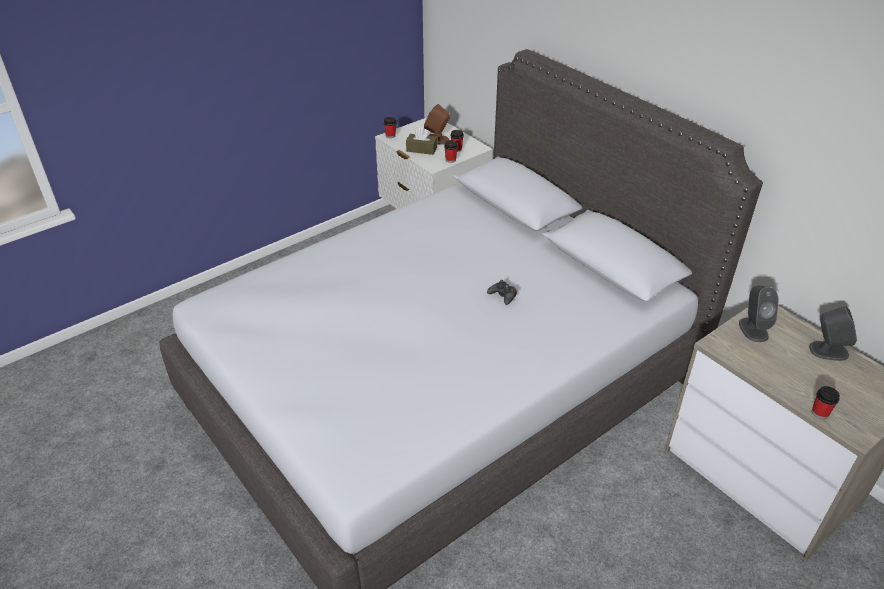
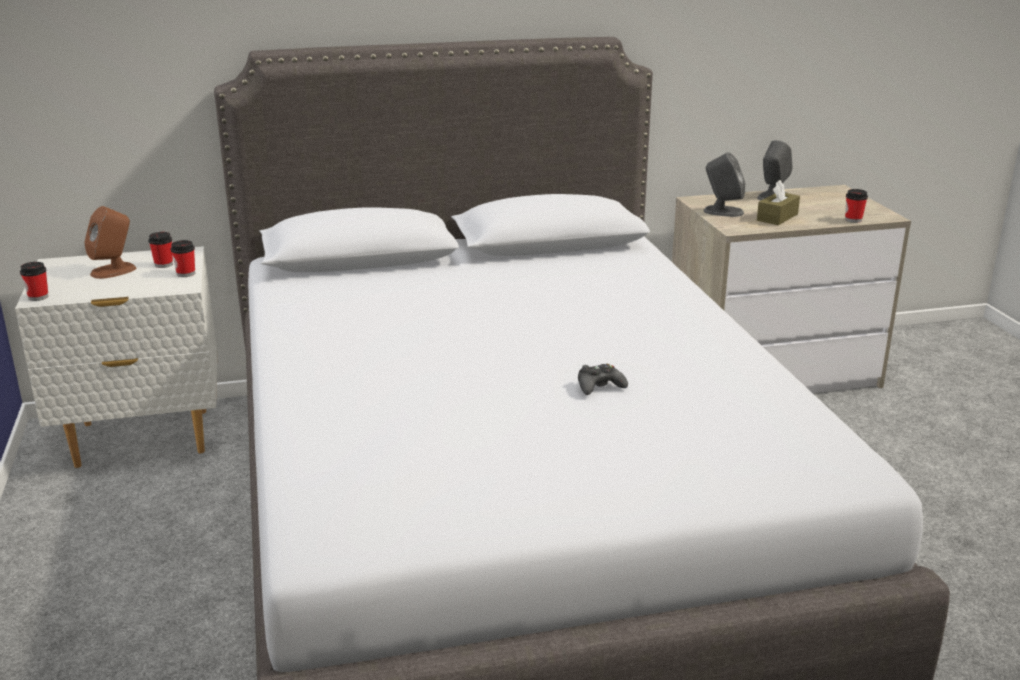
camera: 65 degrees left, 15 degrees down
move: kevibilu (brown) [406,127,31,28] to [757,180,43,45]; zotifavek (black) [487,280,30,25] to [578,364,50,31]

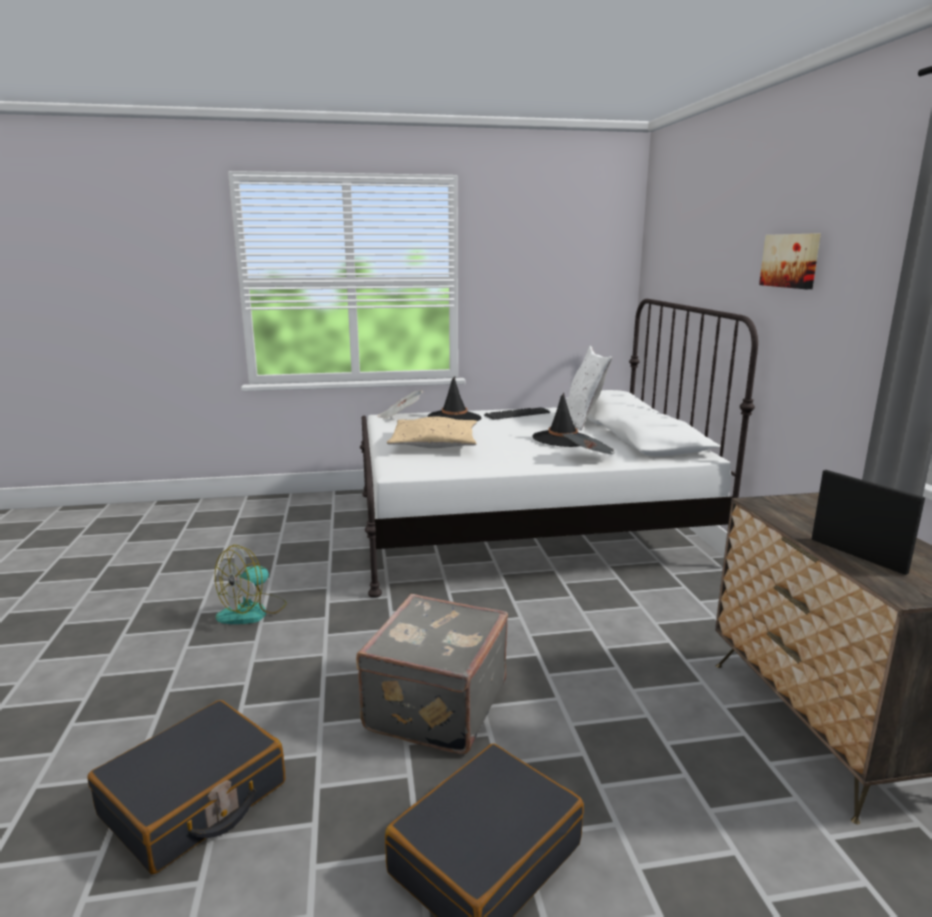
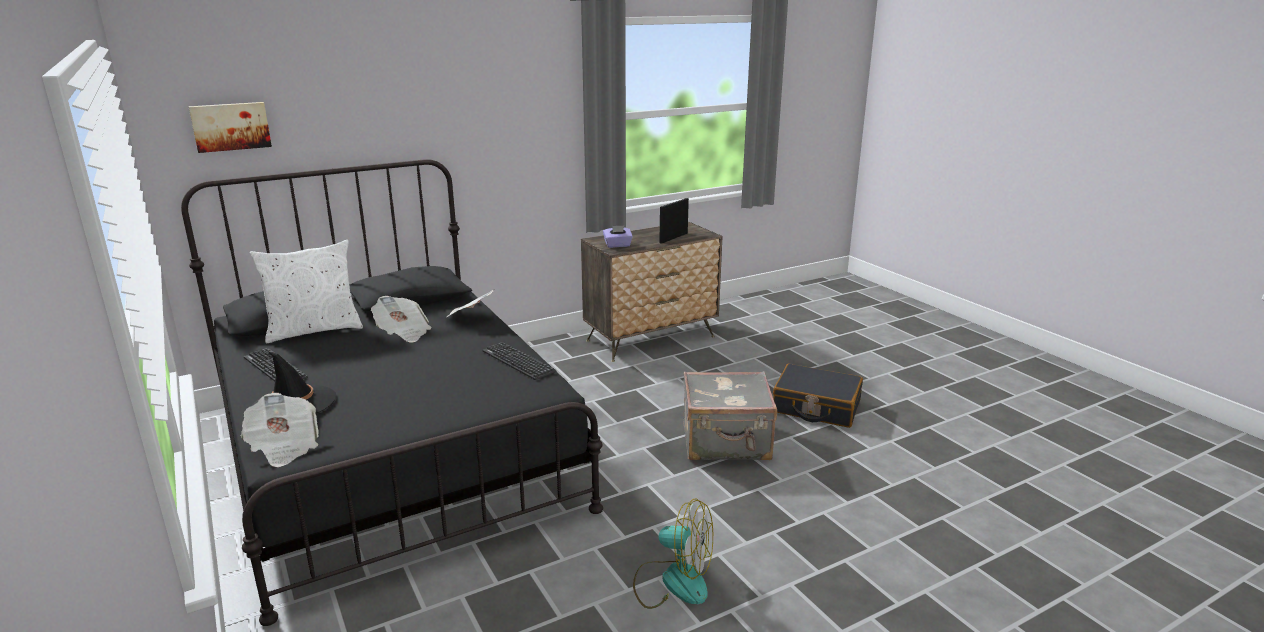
camera: 110 degrees left, 5 degrees up
delete: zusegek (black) [87,700,198,174]; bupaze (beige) [387,417,90,31]
insert: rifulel [483,342,73,38]; kevibilu (purple) [603,226,30,22]
move: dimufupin [759,234,62,55] to [188,102,84,51]
replace: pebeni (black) [533,393,56,54] to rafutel [371,296,61,47]
recolor: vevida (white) [360,299,398,299] to vevida (black) [181,159,422,467]

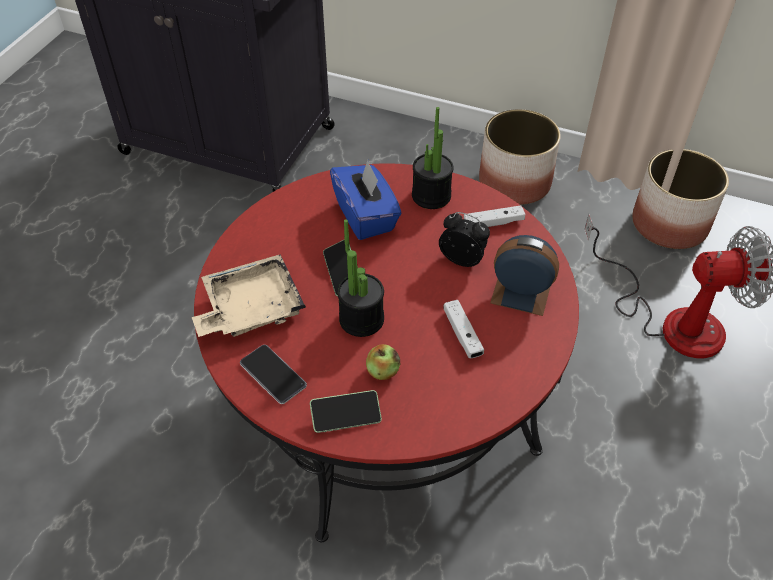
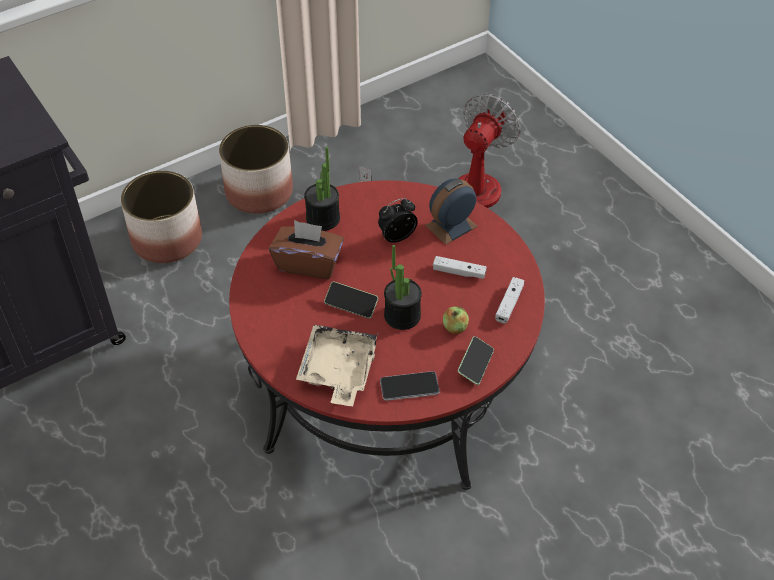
camera: 55 degrees left, 0 degrees up
move: zotifavek (white) [464,205,61,22] to [495,277,29,47]; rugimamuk [632,149,97,100] to [121,171,81,92]
recolor: kevibilu (blue) [330,160,72,80] to kevibilu (brown) [269,220,75,59]

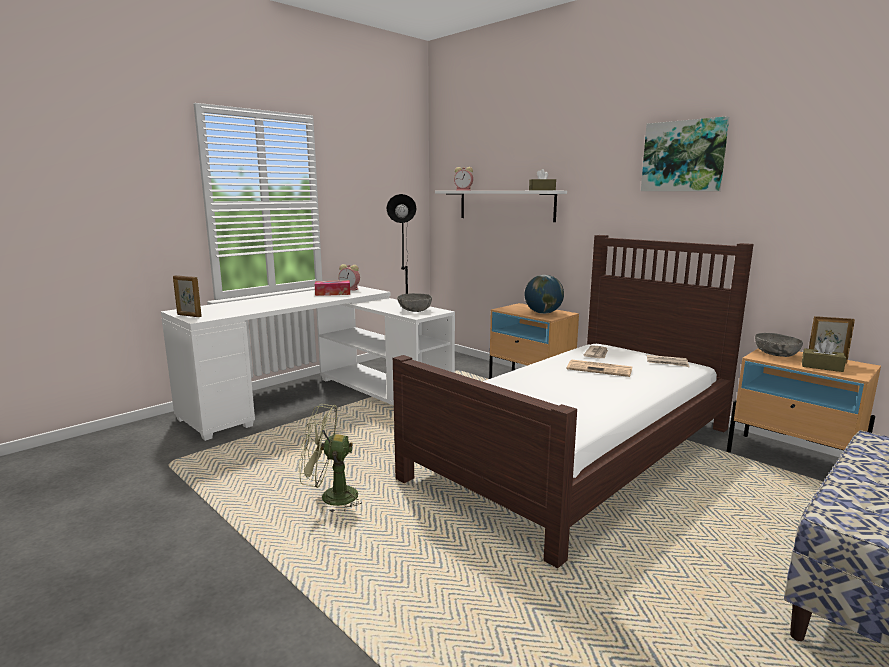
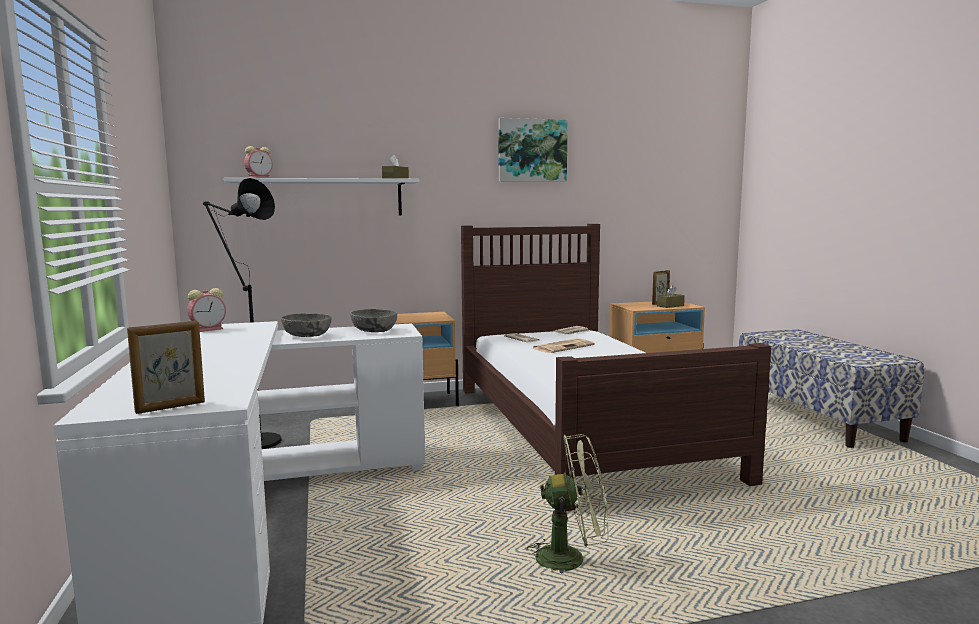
camera: 60 degrees left, 5 degrees down
delete: kevibilu [315,280,35,16]; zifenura [525,275,39,39]
move: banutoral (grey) [755,333,48,24] to [281,314,51,23]
rotate: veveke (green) [299,404,63,108] = [527,434,81,140] 120 degrees counterclockwise

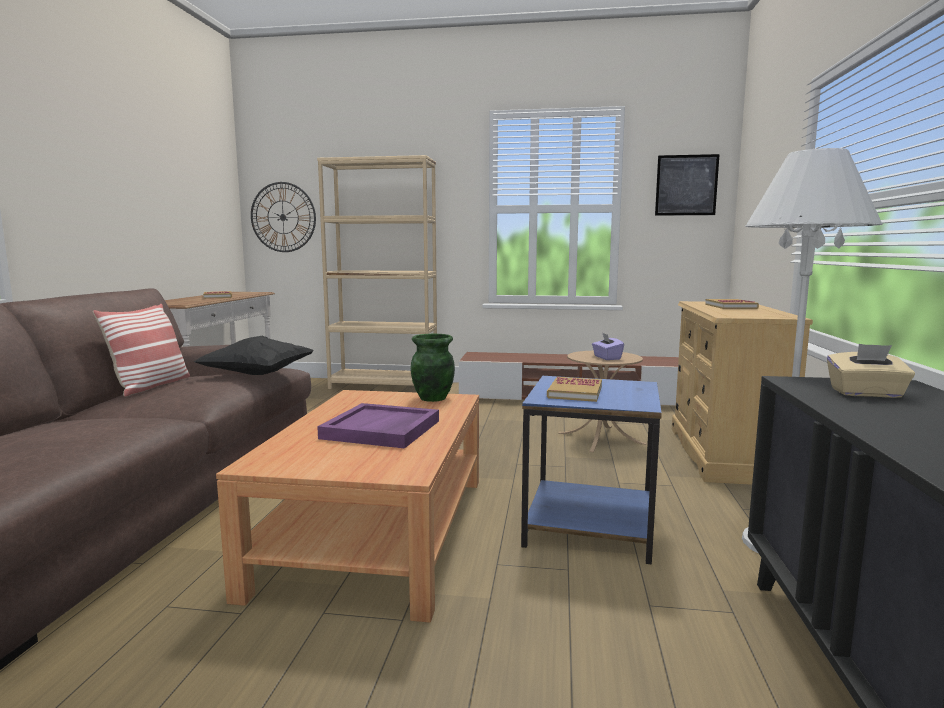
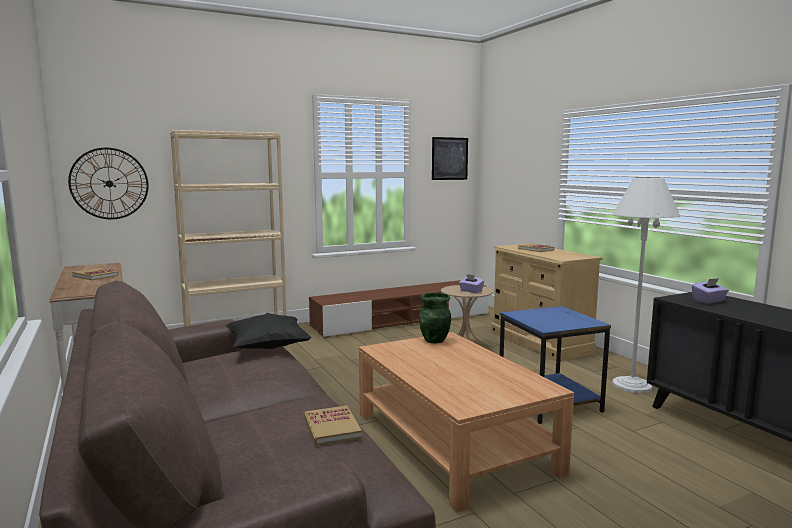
camera: 35 degrees left, 0 degrees up
delete: bupaze [93,304,97,93]; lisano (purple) [317,403,122,46]
move: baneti [547,377,55,25] to [304,406,58,40]
recolor: kevibilu (beige) [827,344,88,54] to kevibilu (purple) [692,278,37,26]

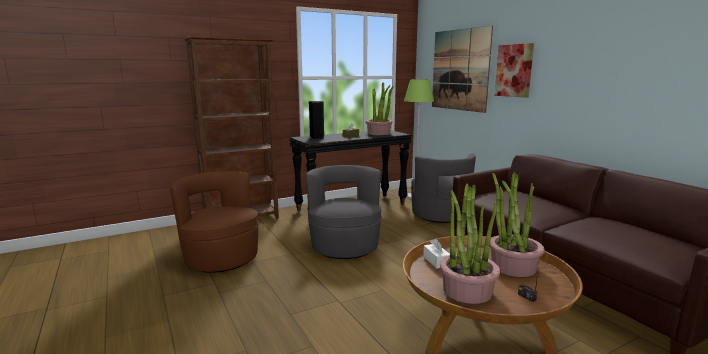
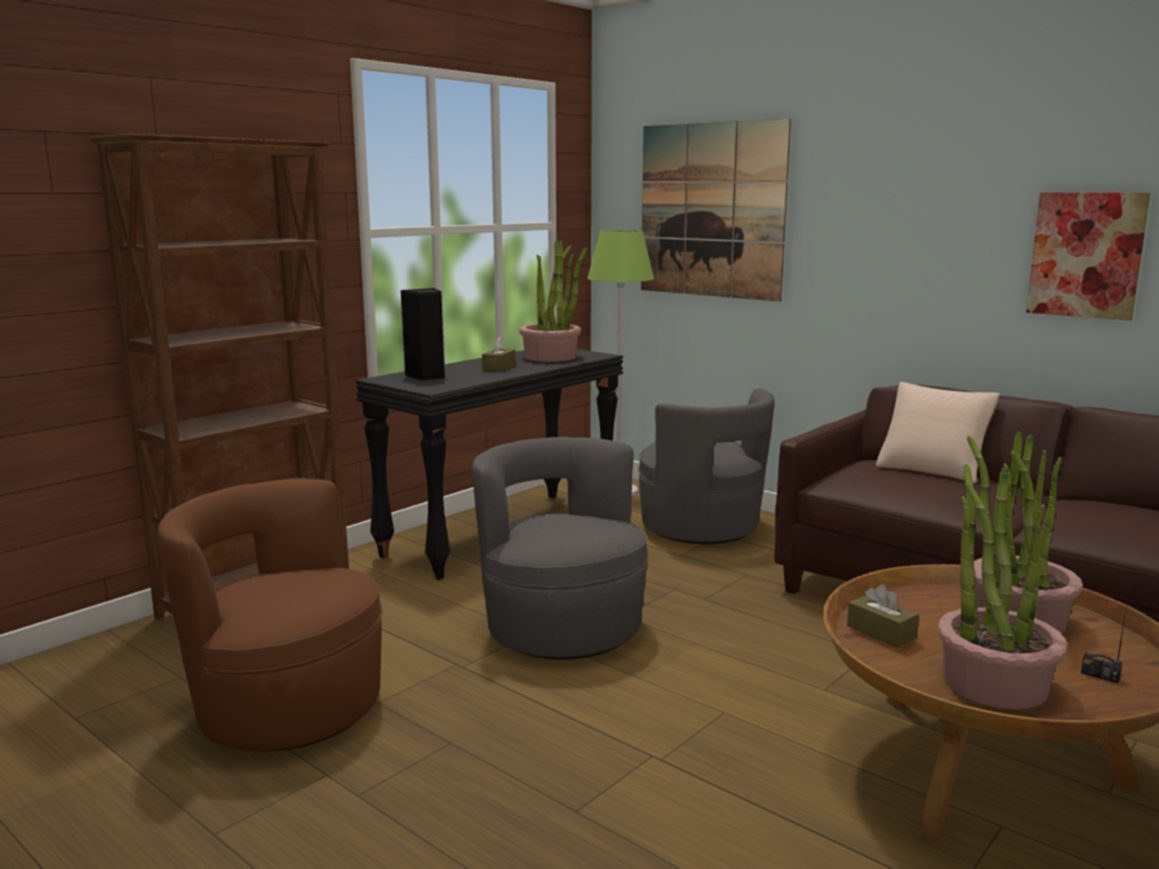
camera: 20 degrees left, 0 degrees up
insert: bupaze (beige) [876,382,124,101]
move: dimufupin [494,43,40,55] to [1026,192,124,129]
recolor: kevibilu (white) [423,239,27,29] to kevibilu (brown) [847,584,72,64]

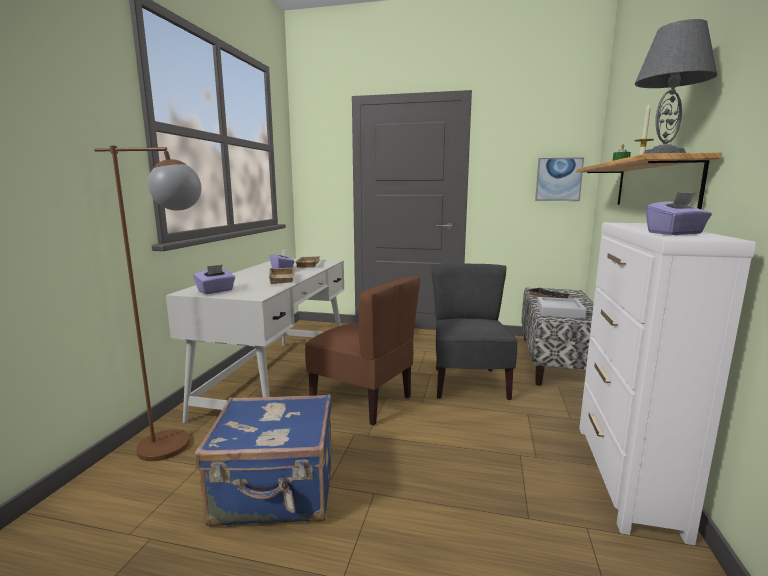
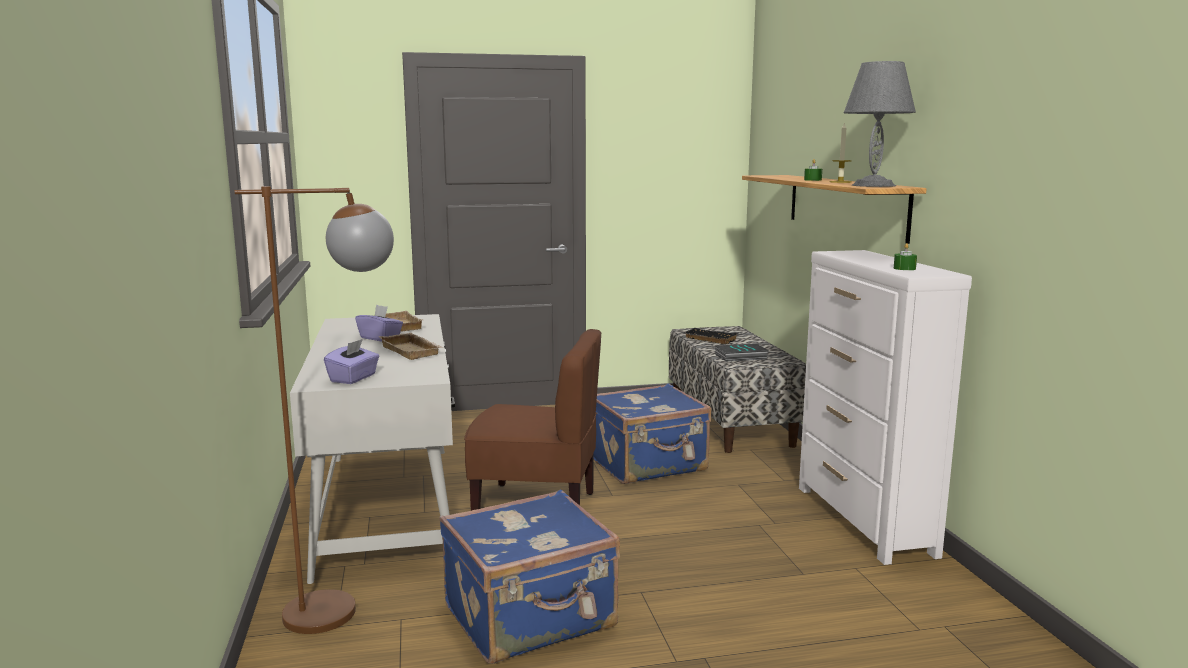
camera: 25 degrees left, 0 degrees up
delete: dimufupin [535,157,49,44]
replace: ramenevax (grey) [431,264,87,136] to zusegek (blue) [594,383,117,101]; lisano (grey) [537,297,50,22] to baneti [715,344,54,18]; kevibilu (purple) [646,192,66,43] to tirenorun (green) [894,243,23,27]

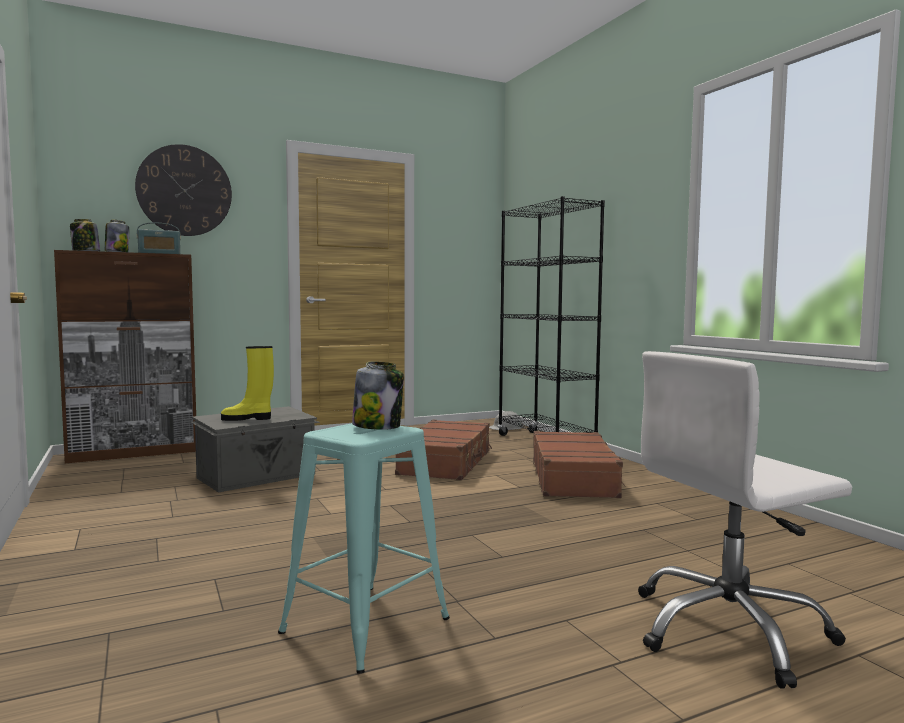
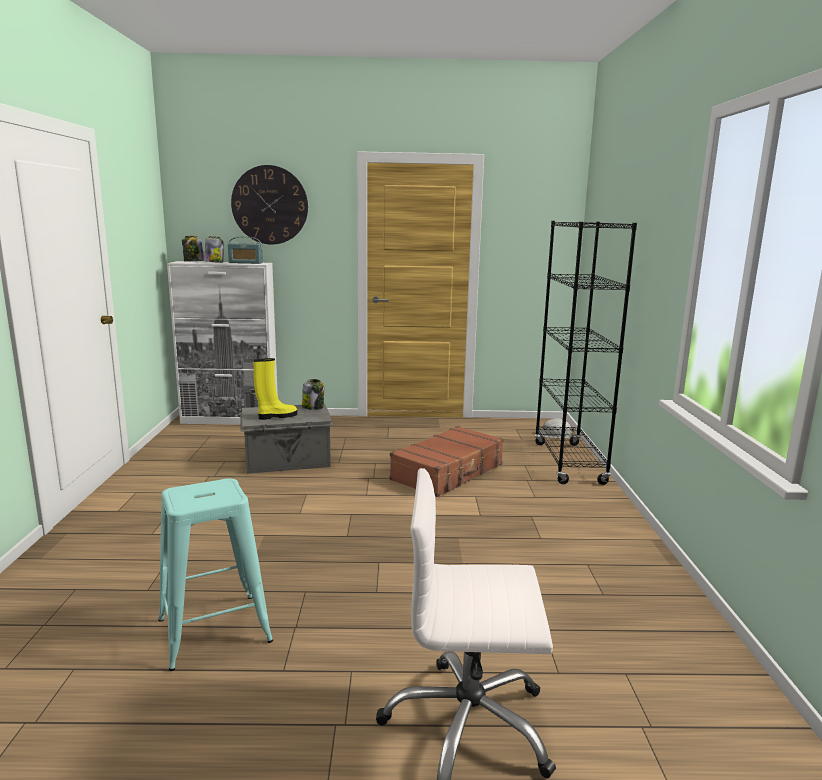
camera: 25 degrees right, 10 degrees up
delete: zusegek (brown) [533,431,93,67]
move: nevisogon [352,362,52,68] to [302,379,22,31]
recolor: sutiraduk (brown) [54,250,142,213] to sutiraduk (white) [167,261,111,164]
rotate: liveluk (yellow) [221,346,53,75] = [253,358,45,62] 135 degrees clockwise

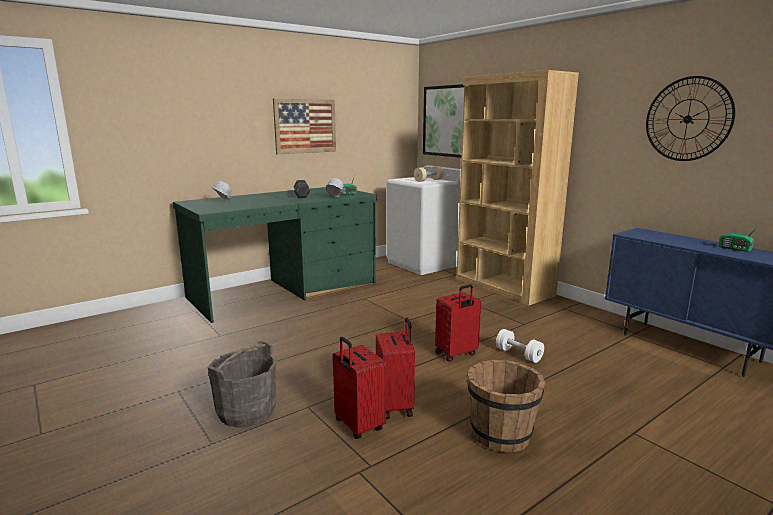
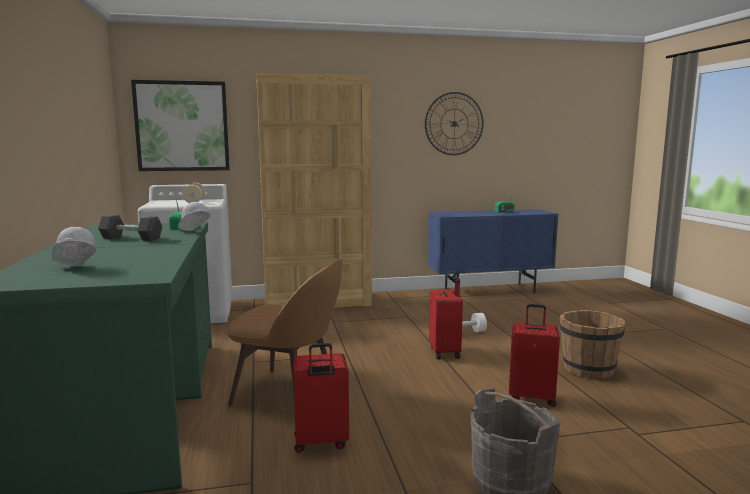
camera: 65 degrees left, 5 degrees down
delete: dimufupin [273,98,63,56]
insert: ramenevax (brown) [226,259,117,148]
move: zusegek (red) [333,337,53,102] to [293,343,56,110]

